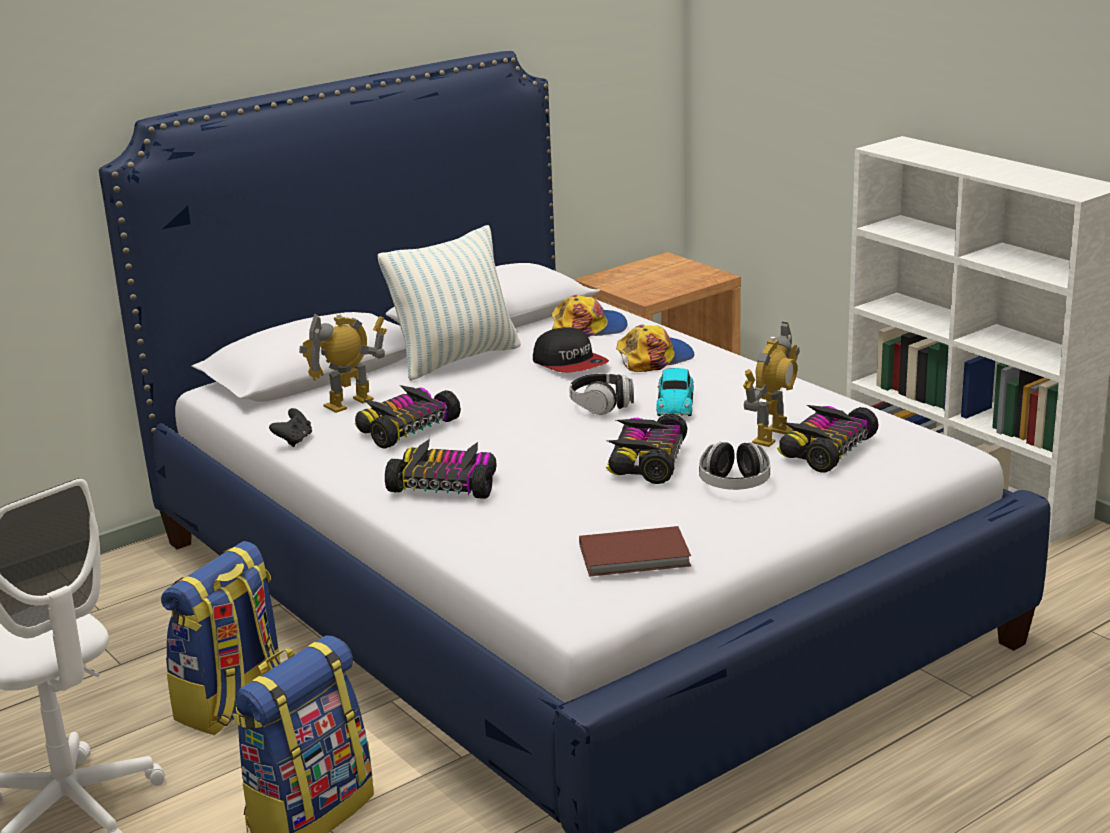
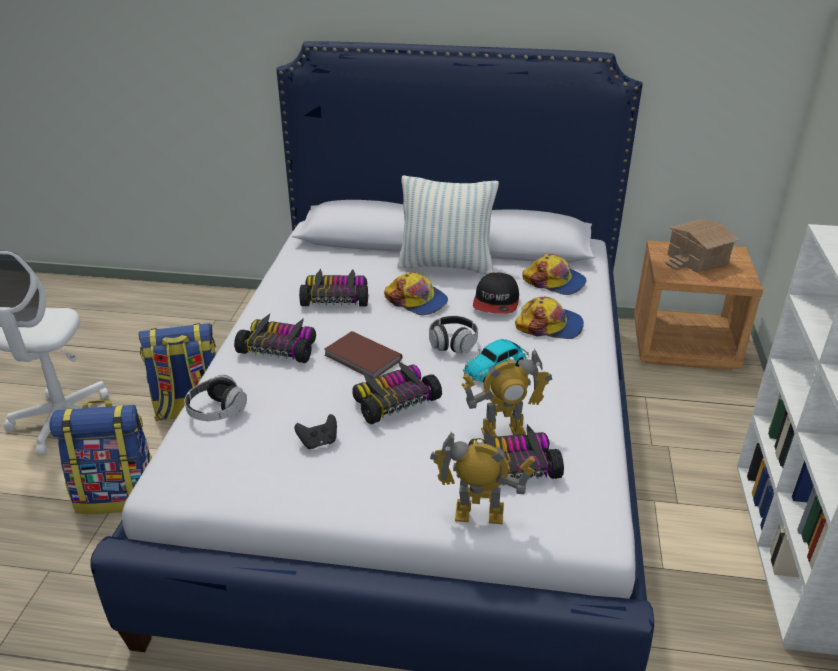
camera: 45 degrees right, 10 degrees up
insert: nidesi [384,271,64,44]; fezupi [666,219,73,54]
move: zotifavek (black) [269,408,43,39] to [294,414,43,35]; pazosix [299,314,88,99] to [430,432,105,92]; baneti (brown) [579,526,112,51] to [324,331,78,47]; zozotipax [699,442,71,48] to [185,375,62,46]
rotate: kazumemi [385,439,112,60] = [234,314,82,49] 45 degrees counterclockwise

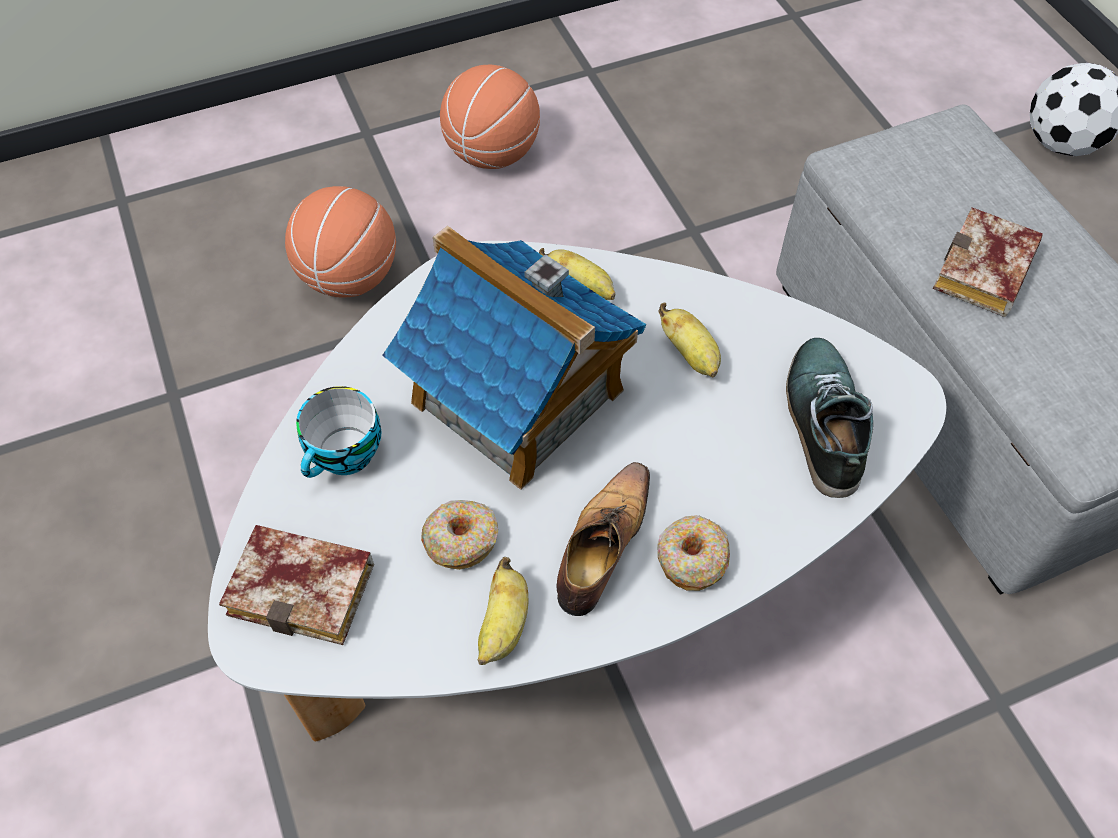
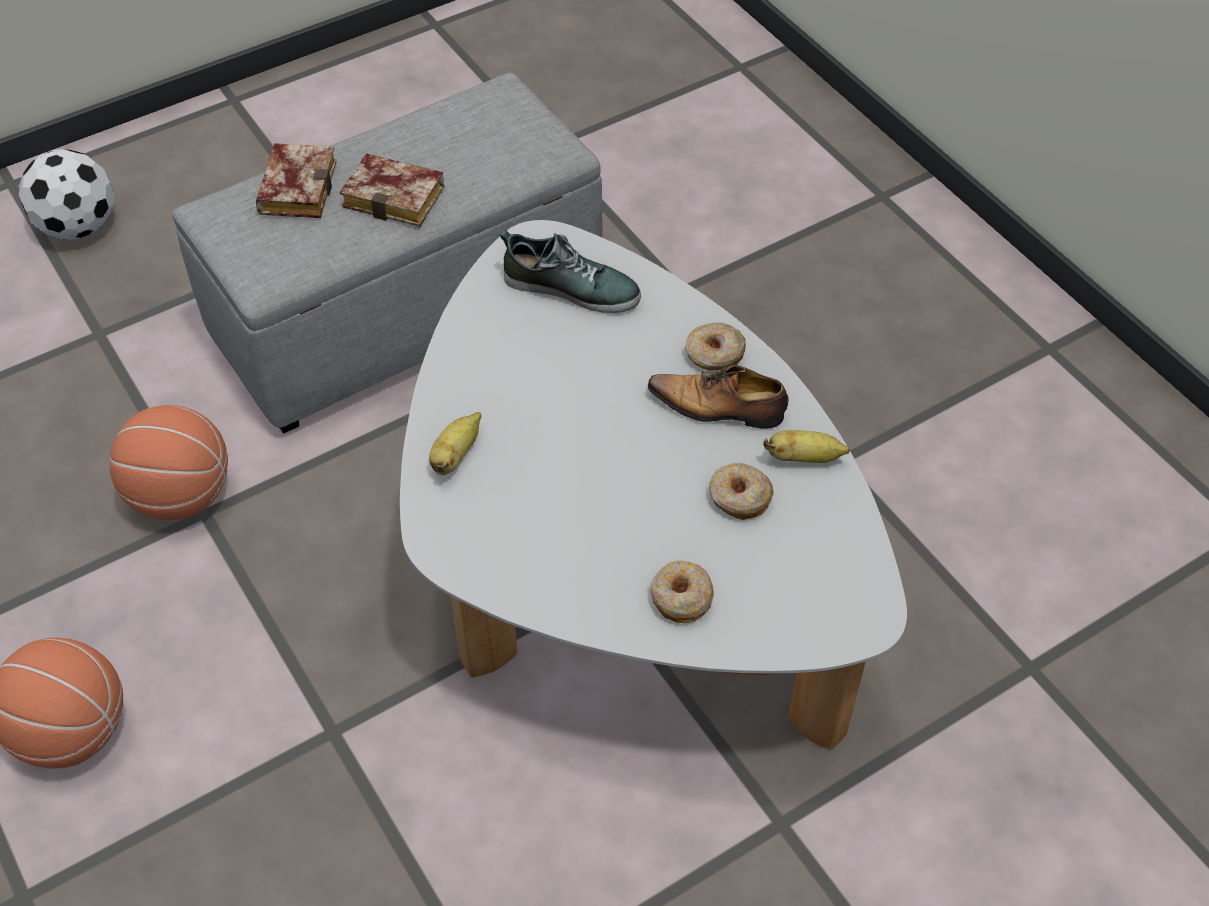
camera: 100 degrees left, 5 degrees down
delete: fezupi [382,226,265,264]; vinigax [658,303,63,75]
move: baneti [219,525,155,120] to [256,143,81,75]; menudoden [285,186,111,112] to [110,405,118,115]
replace: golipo [296,386,86,92] to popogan [650,560,64,63]
rotate: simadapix [786,338,87,160] = [500,230,141,83] 150 degrees counterclockwise

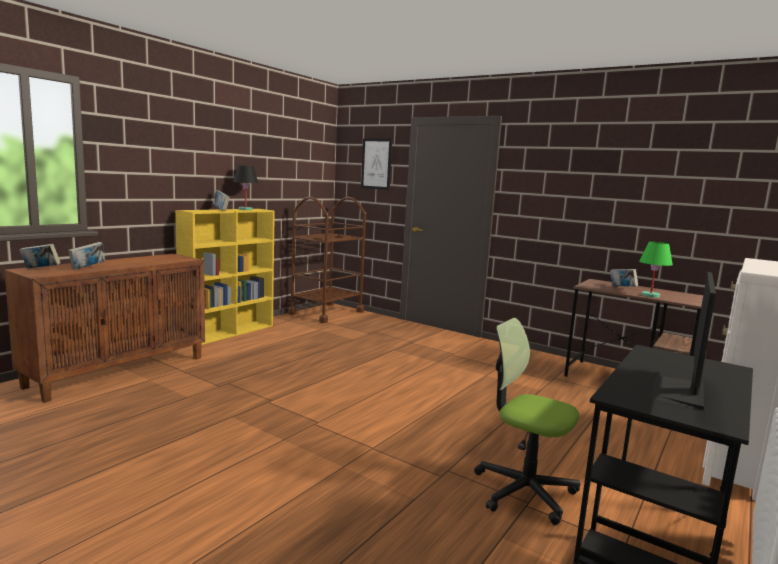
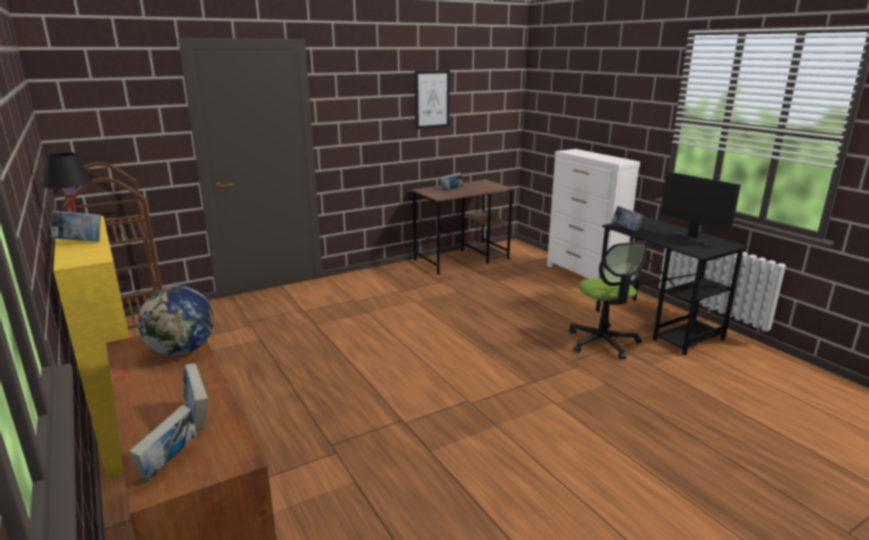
camera: 65 degrees left, 10 degrees up
delete: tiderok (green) [639,242,34,56]
insert: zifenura [138,286,76,70]; baneti [611,206,33,26]
move: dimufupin [361,138,31,52] to [415,70,35,59]
rotate: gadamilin [474,318,106,207] = [569,241,79,119] 75 degrees counterclockwise

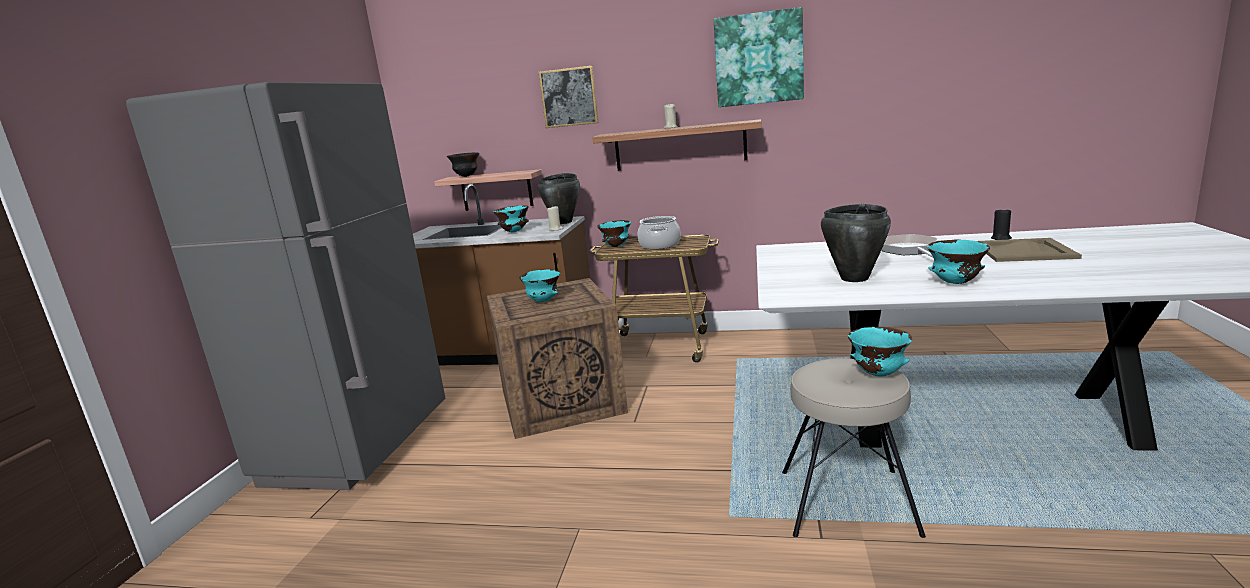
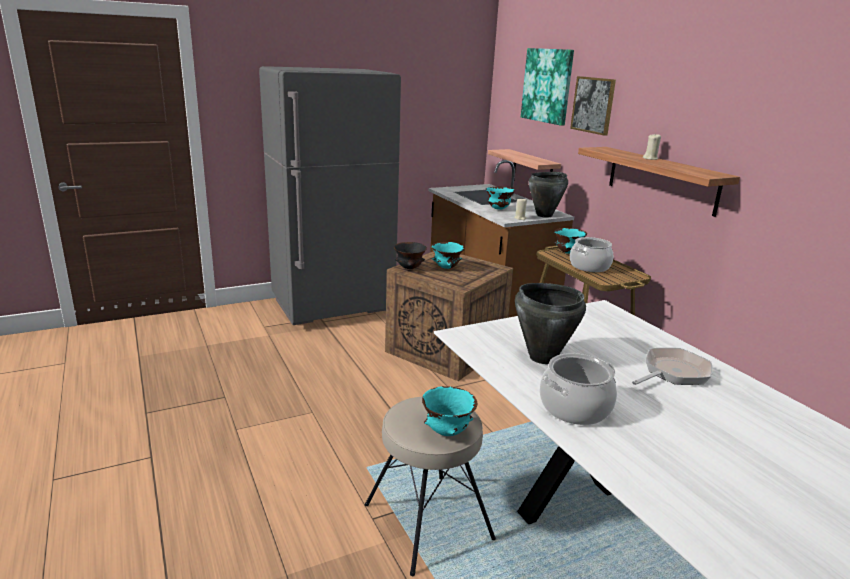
camera: 50 degrees right, 5 degrees up
delete: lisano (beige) [978,238,104,24]; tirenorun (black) [991,207,21,33]
move: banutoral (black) [447,153,32,24] to [394,242,33,27]; dimufupin [714,7,90,100] to [521,48,53,78]
replace: banutoral (turquoise) [927,240,63,44] to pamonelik [539,353,78,72]

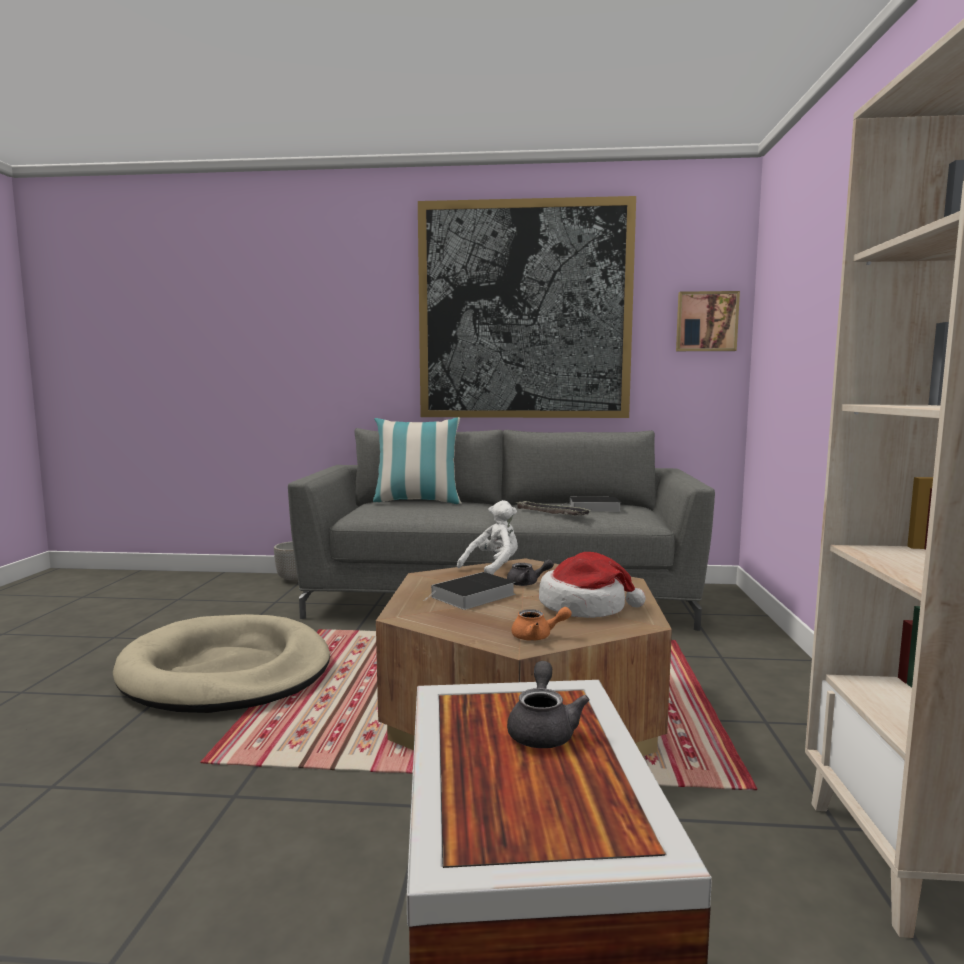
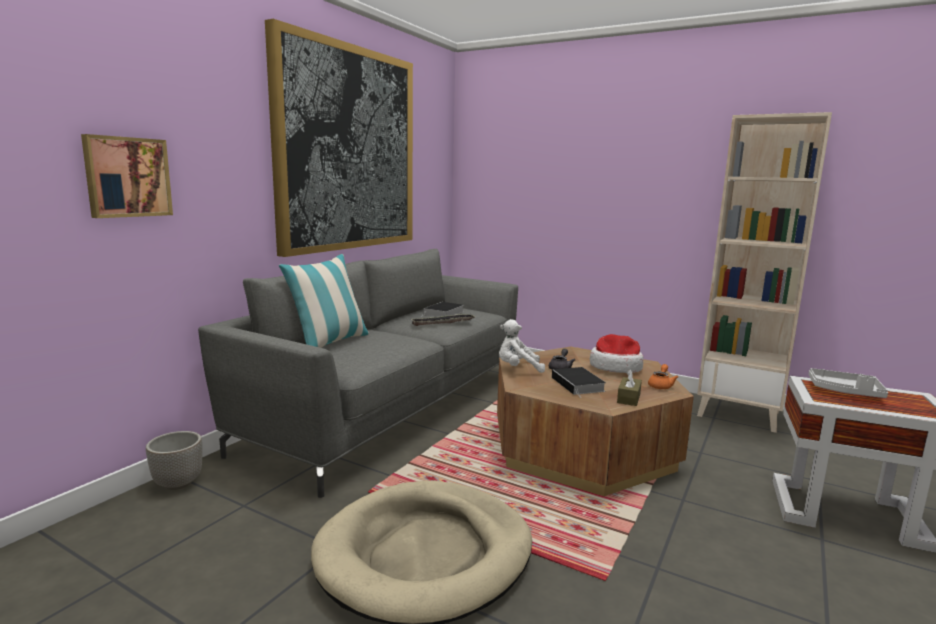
camera: 65 degrees left, 5 degrees up
insert: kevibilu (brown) [617,369,25,37]
move: dimufupin [676,291,64,60] to [81,134,92,84]
replace: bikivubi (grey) [507,661,83,87] to lisano (grey) [809,368,79,30]
rotate: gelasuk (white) [457,500,61,75] = [499,319,46,54] 75 degrees counterclockwise

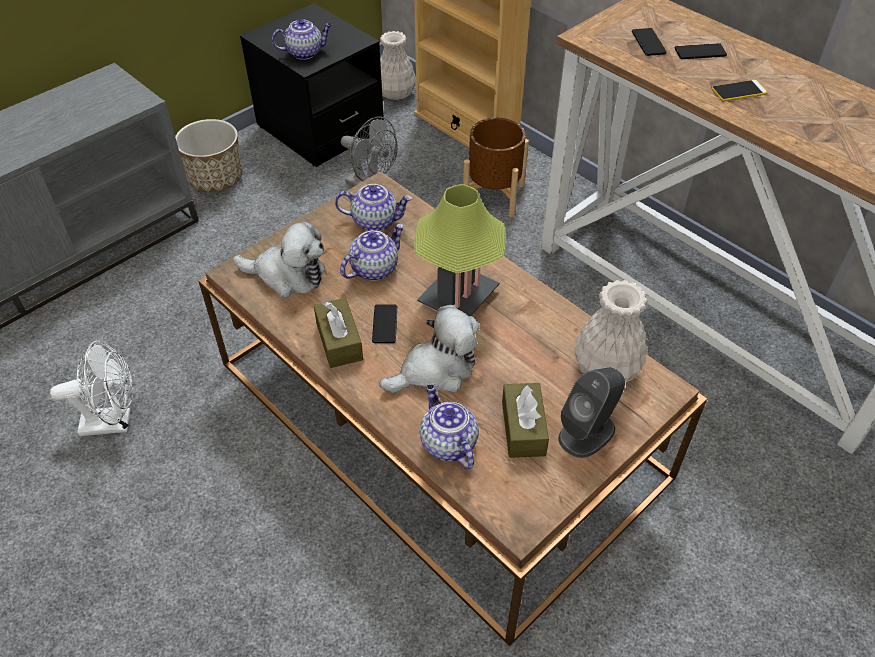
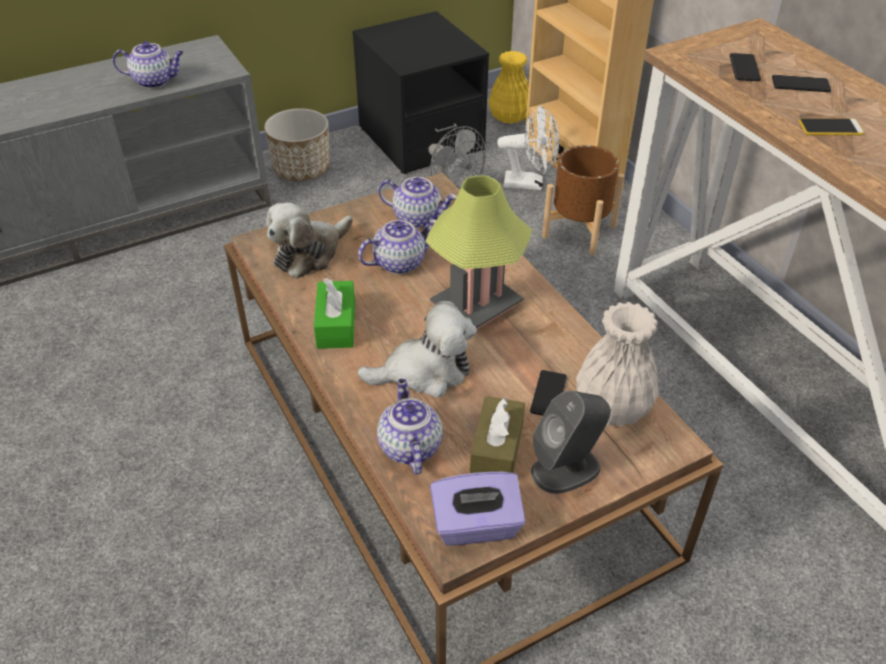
camera: 15 degrees right, 5 degrees down
insert: kevibilu (purple) [430,472,95,74]
move: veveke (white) [50,341,83,95] to [497,105,62,86]; bikivubi [272,19,60,41] to [113,41,71,47]; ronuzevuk [372,304,25,39] to [530,370,37,46]
recolor: kevibilu (brown) [314,298,49,70] to kevibilu (green) [314,278,41,71]; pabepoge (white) [380,31,36,69] to pabepoge (yellow) [488,51,41,73]
rotate: gelasuk [233,221,92,76] = [266,203,87,76] 105 degrees clockwise

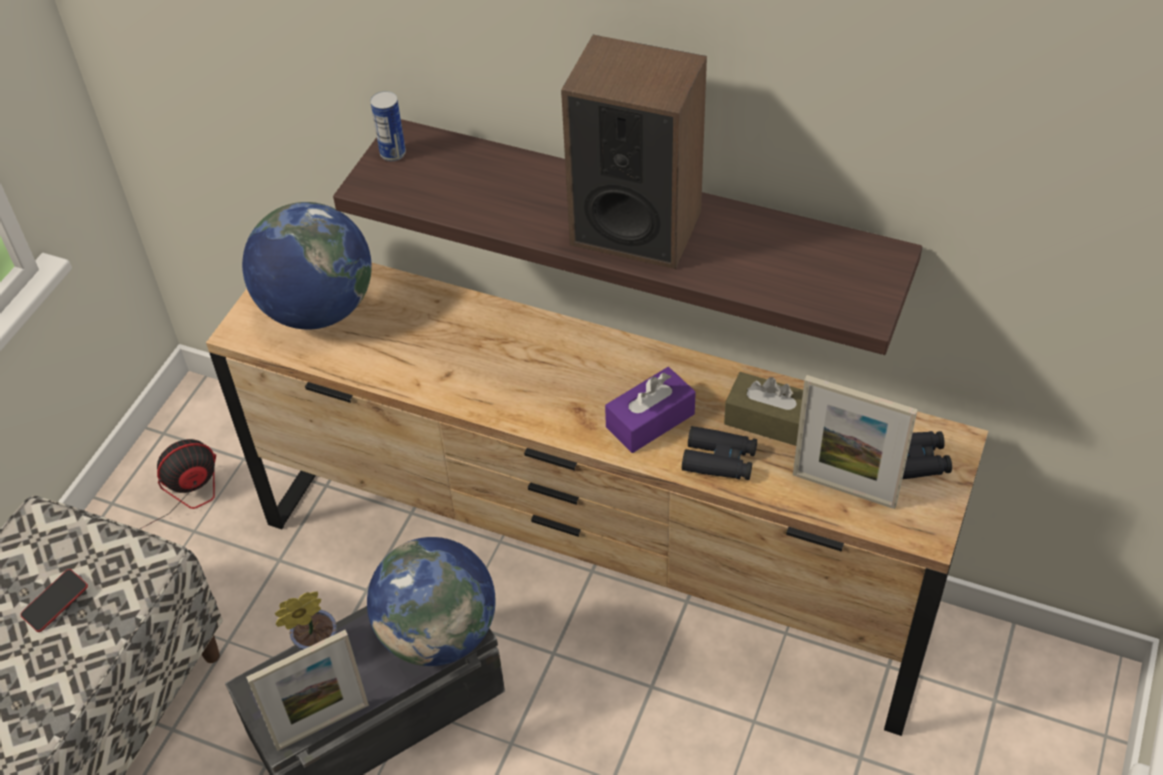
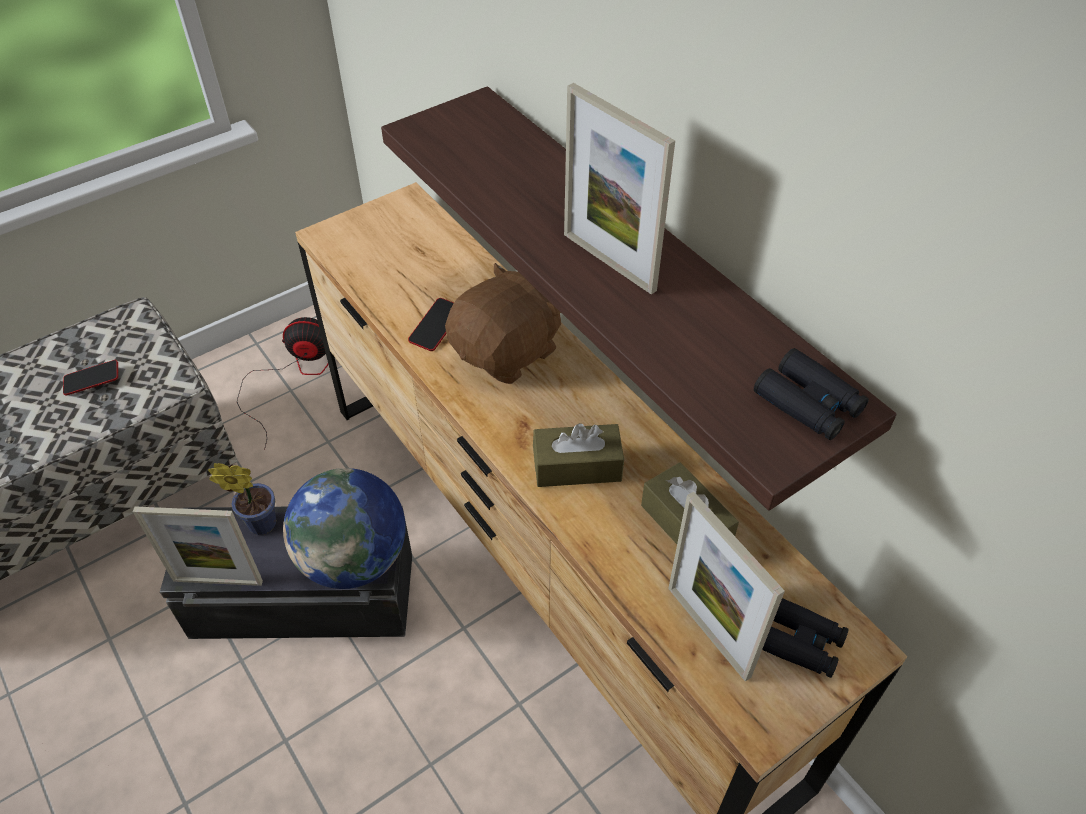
camera: 30 degrees right, 0 degrees up
delete: zifenura [242,202,130,127]; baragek [370,91,36,70]
insert: ronuzevuk [408,298,46,53]; gelasuk (brown) [445,263,116,121]
move: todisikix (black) [682,426,75,54] to [754,348,115,92]
replace: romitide [561,35,146,234] to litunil [564,83,111,211]
recolor: kevibilu (purple) [605,367,91,86] to kevibilu (brown) [533,423,91,64]

